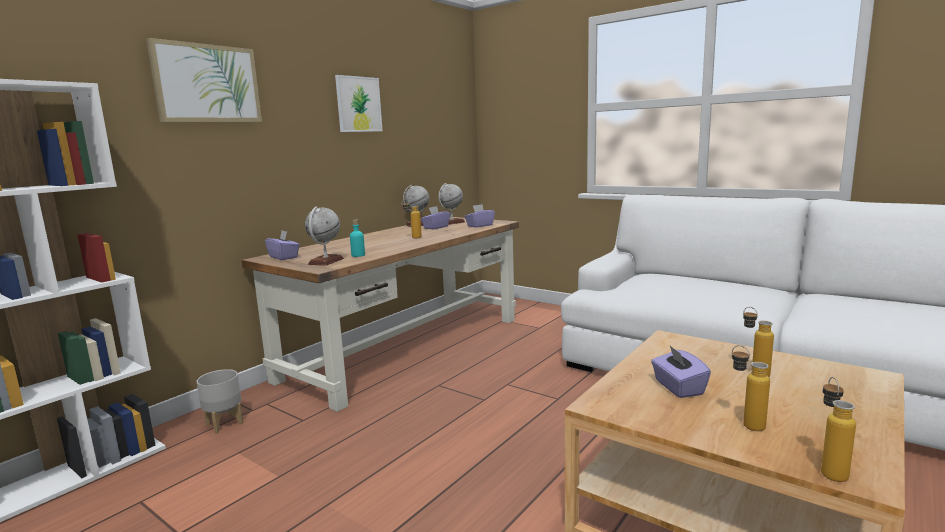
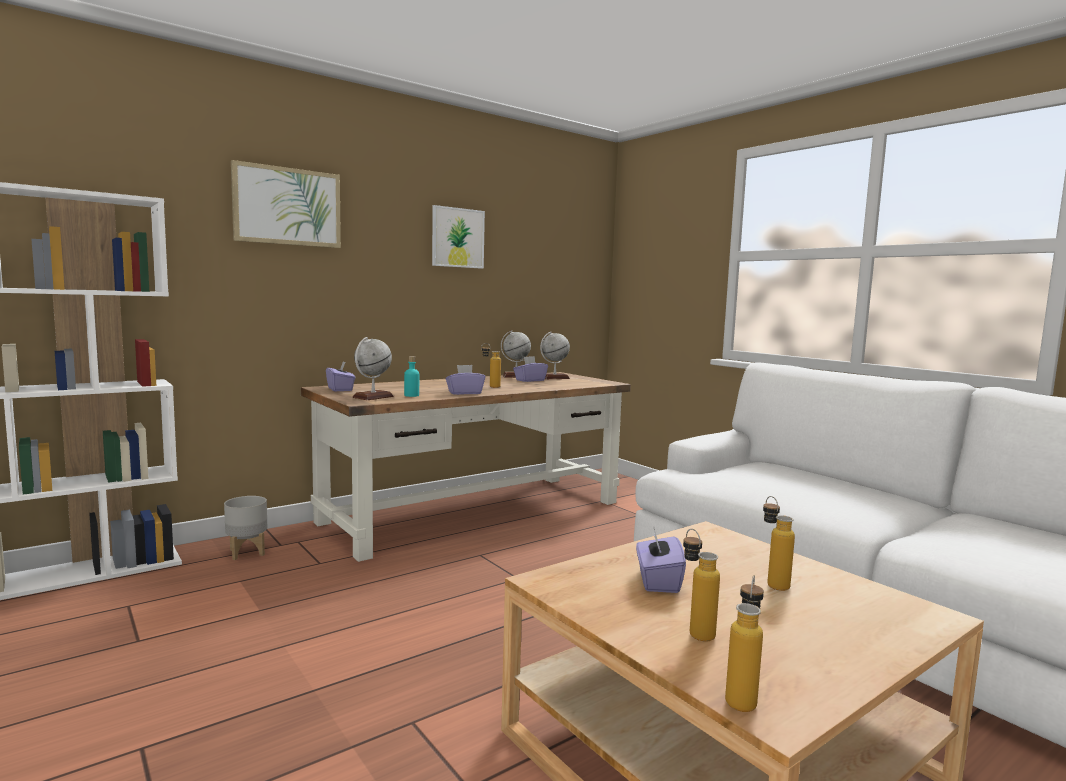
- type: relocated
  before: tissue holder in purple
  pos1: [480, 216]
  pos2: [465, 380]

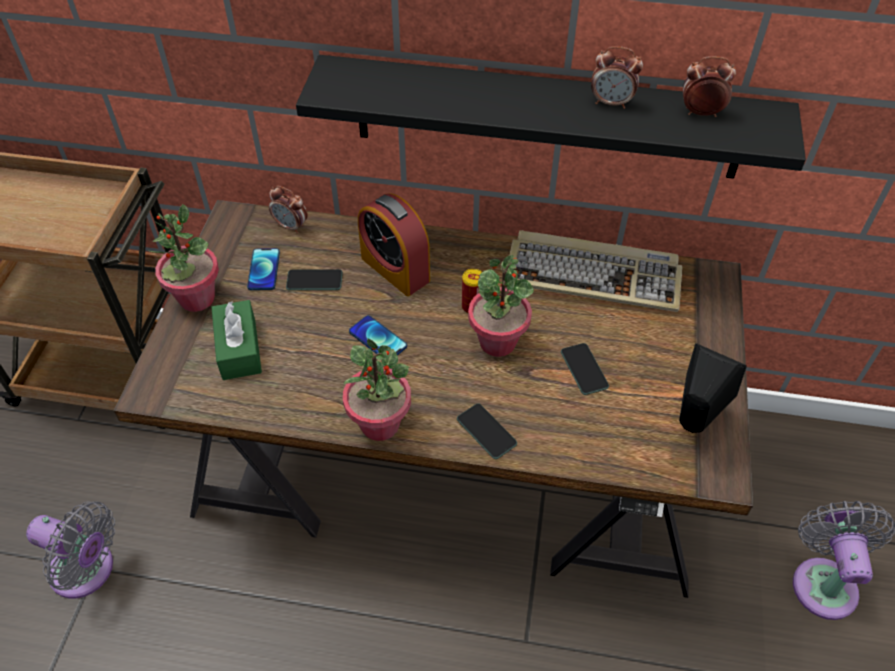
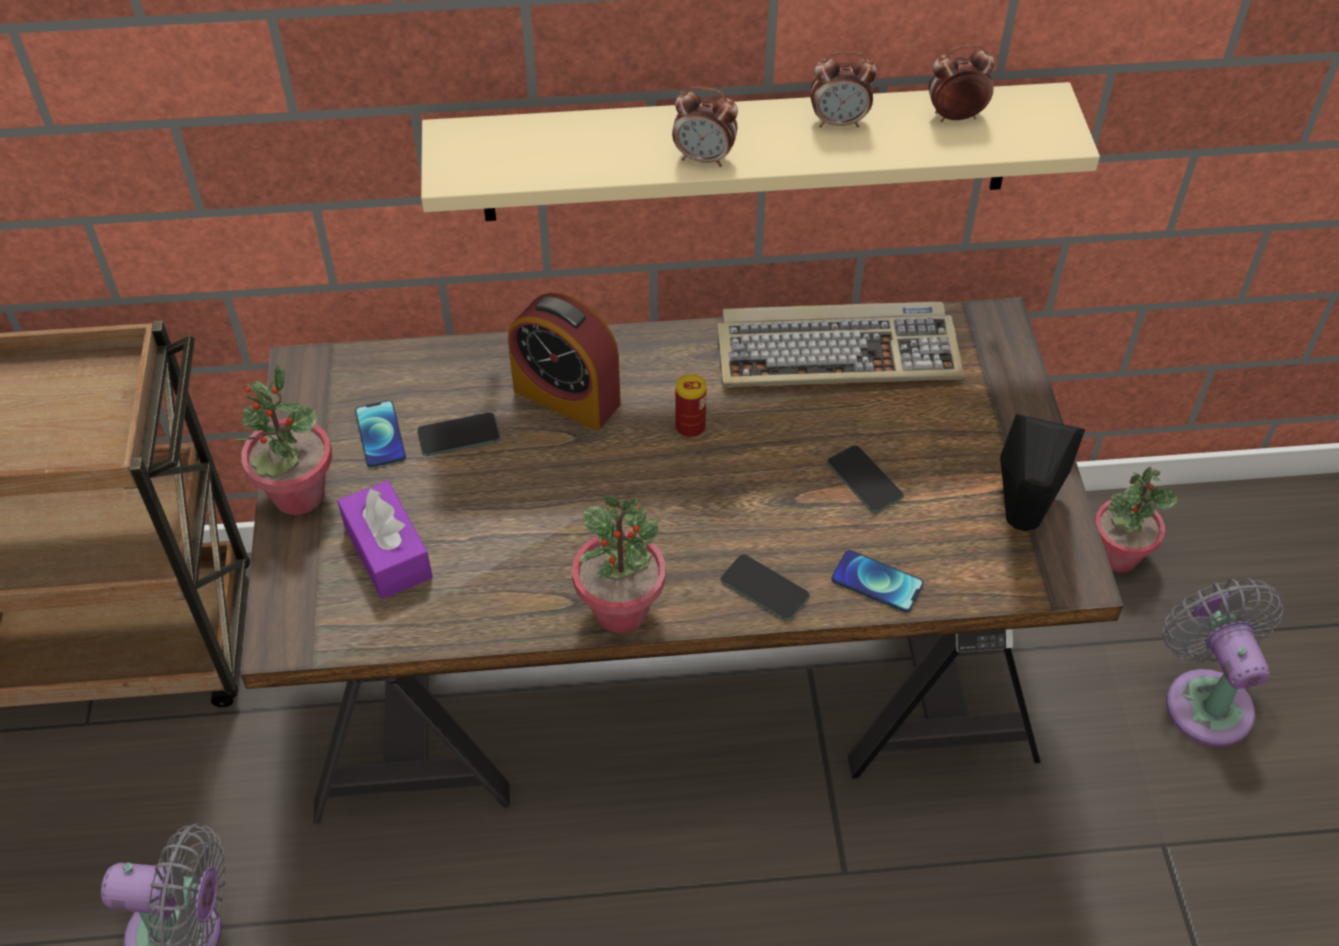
- type: colour
  before: tissue holder in green
  after: tissue holder in purple
  pos1: [237, 340]
  pos2: [385, 539]
- type: relocated
  before: alarm clock
  pos1: [288, 210]
  pos2: [705, 127]
- type: colour
  before: wall shelf in blackish
  after: wall shelf in beige-coloured
  pos1: [551, 117]
  pos2: [760, 151]
- type: relocated
  before: phone
  pos1: [378, 335]
  pos2: [878, 581]
- type: relocated
  before: plant in a pot
  pos1: [501, 306]
  pos2: [1136, 520]

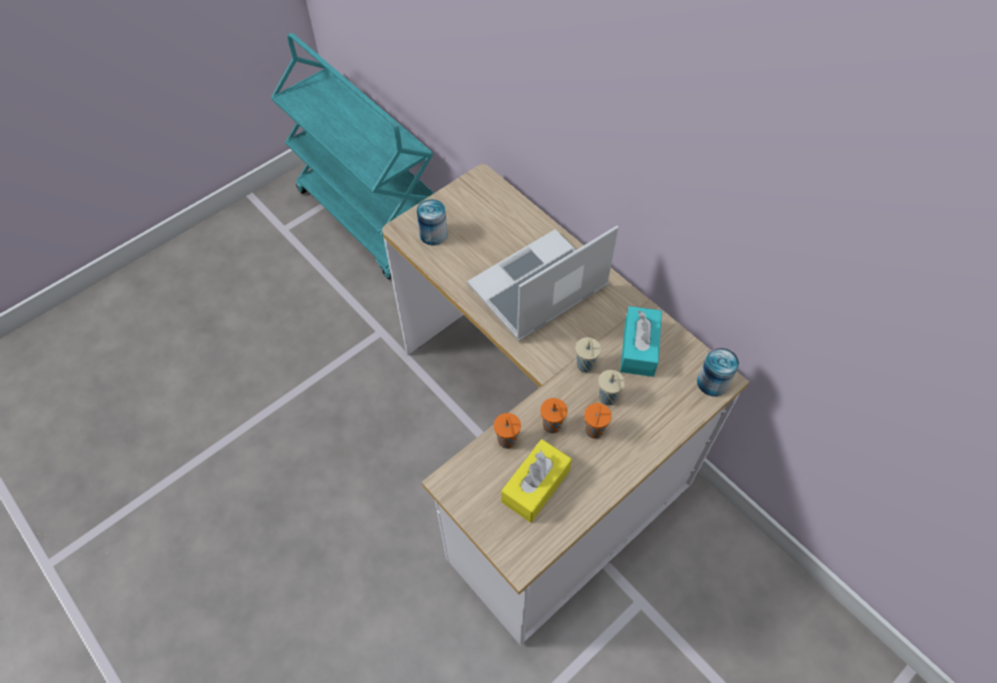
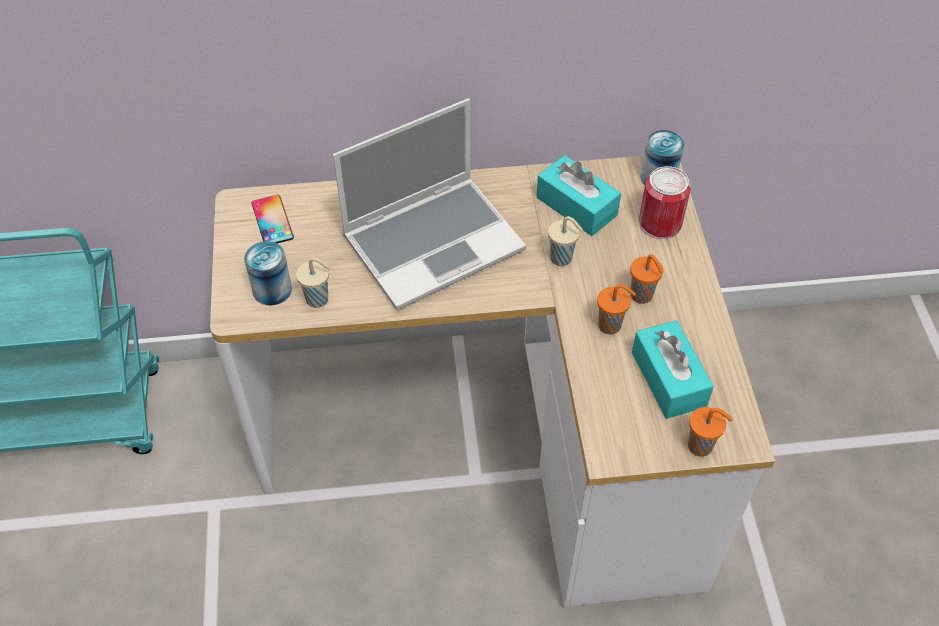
- type: spun
  before: laptop
  pos1: [542, 283]
  pos2: [429, 204]
  turn: -120
- type: relocated
  before: cup in orange-coloured
  pos1: [507, 431]
  pos2: [710, 432]
- type: colour
  before: tissue holder in yellow-coloured
  after: tissue holder in blue-green
  pos1: [536, 481]
  pos2: [673, 369]
- type: relocated
  before: cup in beige-coloured
  pos1: [611, 387]
  pos2: [313, 282]
- type: appeared
  after: phone
  pos2: [273, 219]
- type: appeared
  after: sealed can
  pos2: [665, 202]

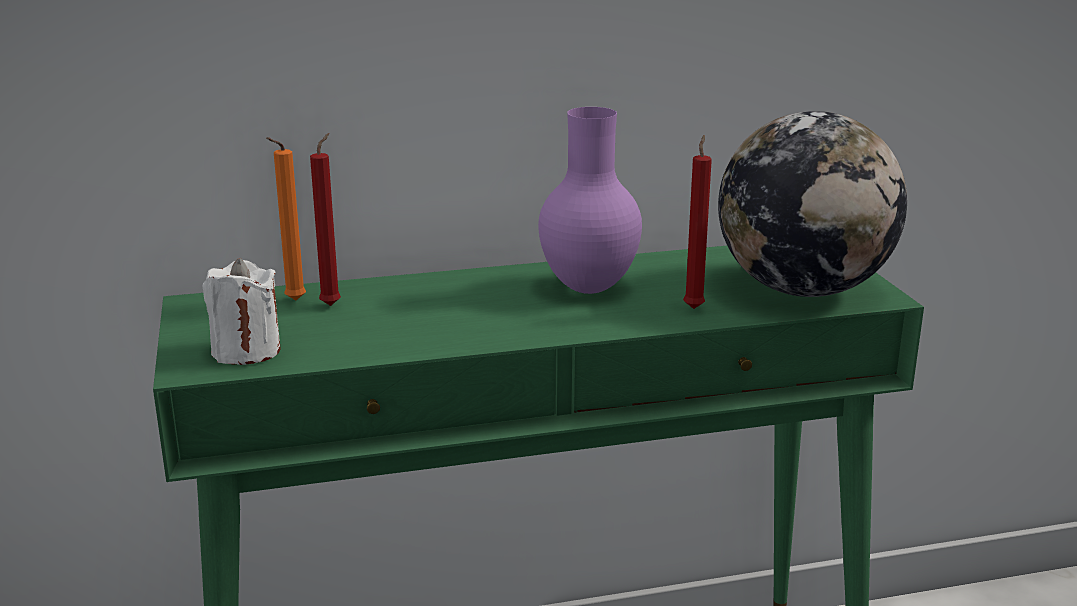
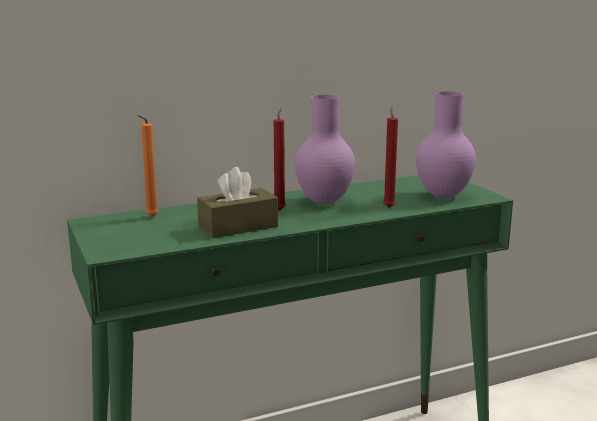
- type: missing
  before: wax candle in white-coloured
  pos1: [242, 311]
- type: relocated
  before: wax candle in red
  pos1: [325, 219]
  pos2: [280, 159]
- type: exchanged
  before: desk globe
  after: flower vase in purple
  pos1: [812, 204]
  pos2: [446, 144]
- type: appeared
  after: tissue holder in brownish
  pos2: [237, 202]

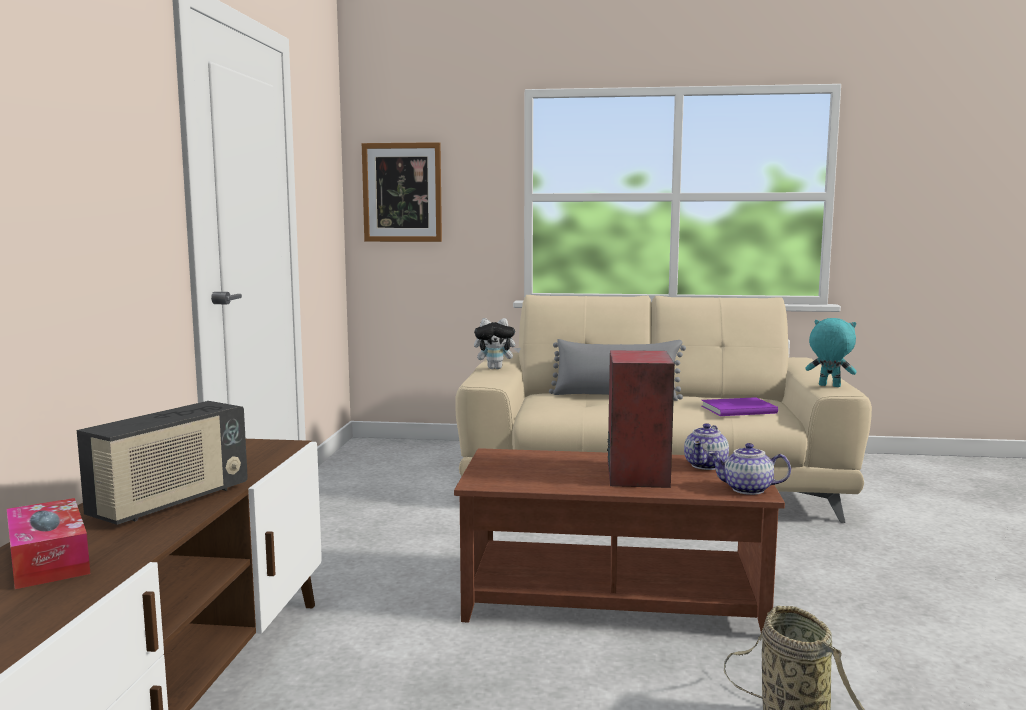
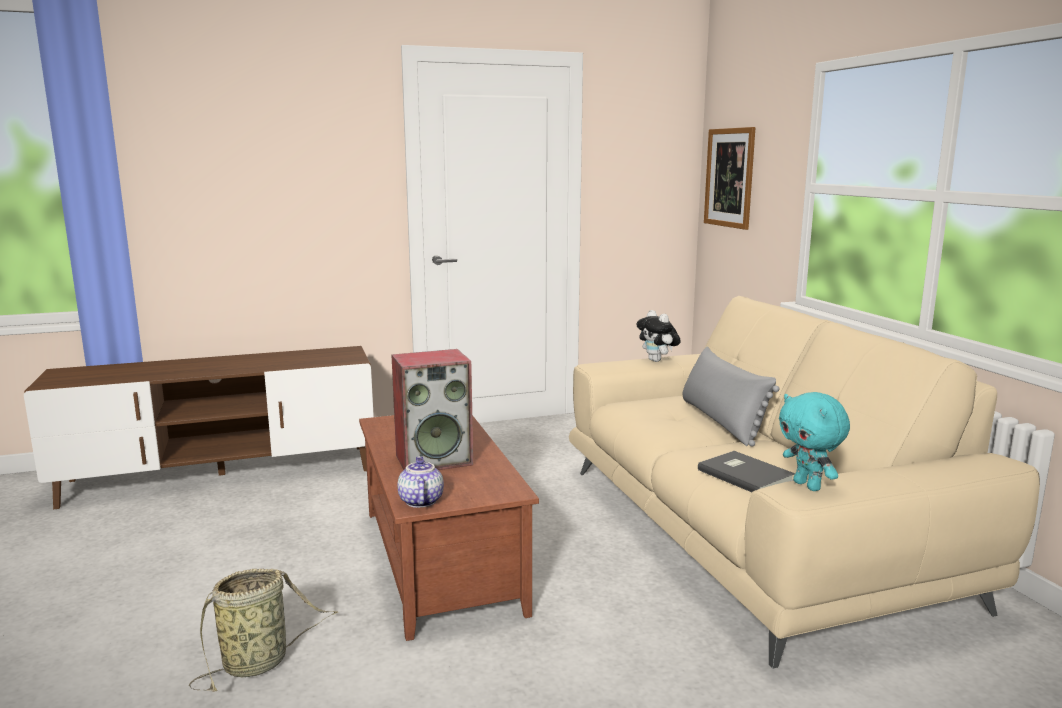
- type: missing
  before: tissue holder
  pos1: [48, 543]
- type: missing
  before: radio set
  pos1: [162, 463]
- type: missing
  before: teapot
  pos1: [706, 446]
- type: colour
  before: bound book in purple
  after: bound book in gray
  pos1: [740, 406]
  pos2: [746, 471]
- type: spun
  before: cuddly toy in blue-green
  pos1: [831, 352]
  pos2: [814, 441]
  turn: 150

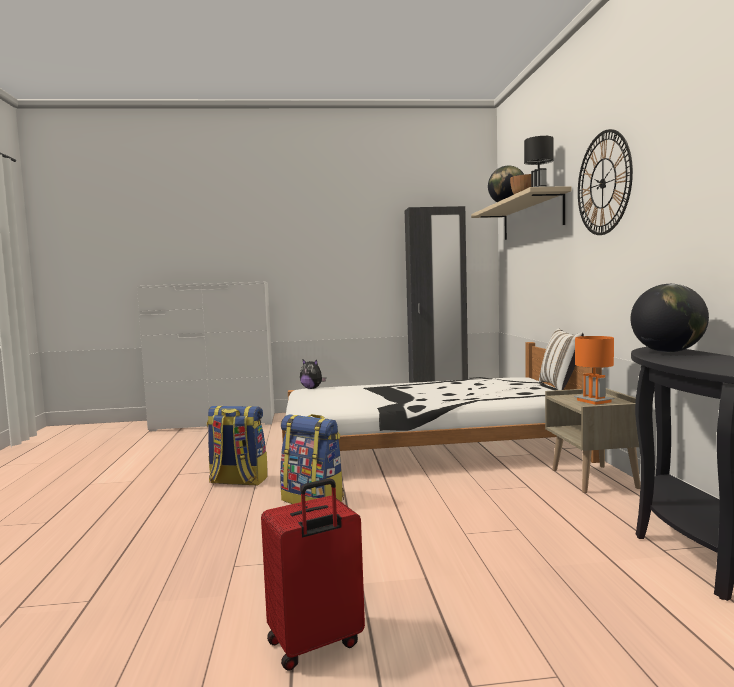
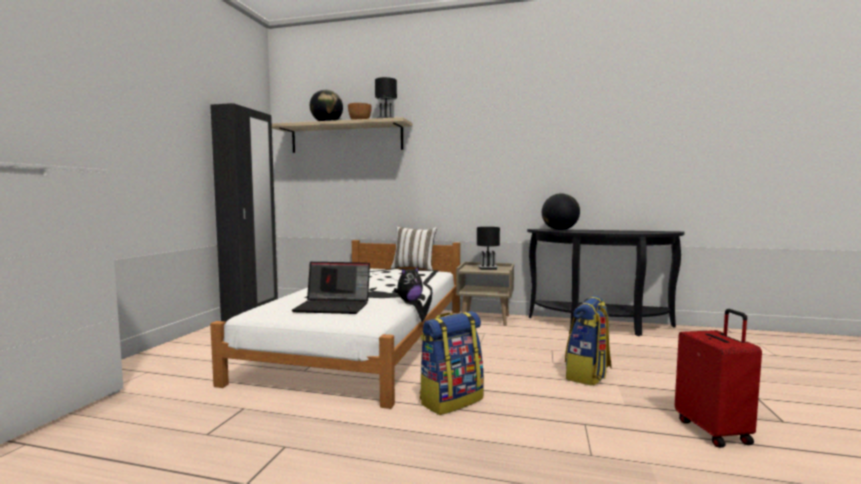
- type: relocated
  before: rucksack
  pos1: [237, 445]
  pos2: [588, 341]
- type: relocated
  before: cuddly toy
  pos1: [313, 374]
  pos2: [408, 284]
- type: colour
  before: lamp for a table in orange-coloured
  after: lamp for a table in blackish
  pos1: [594, 370]
  pos2: [488, 248]
- type: missing
  before: wall clock
  pos1: [605, 182]
- type: appeared
  after: laptop
  pos2: [331, 288]

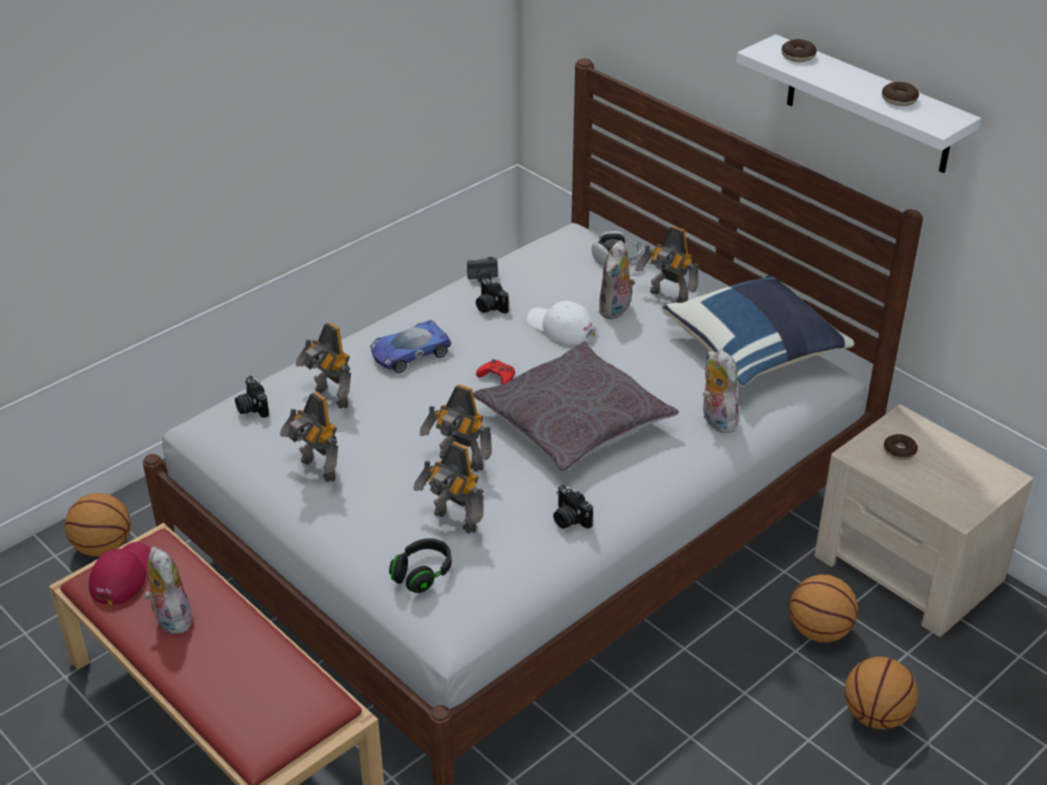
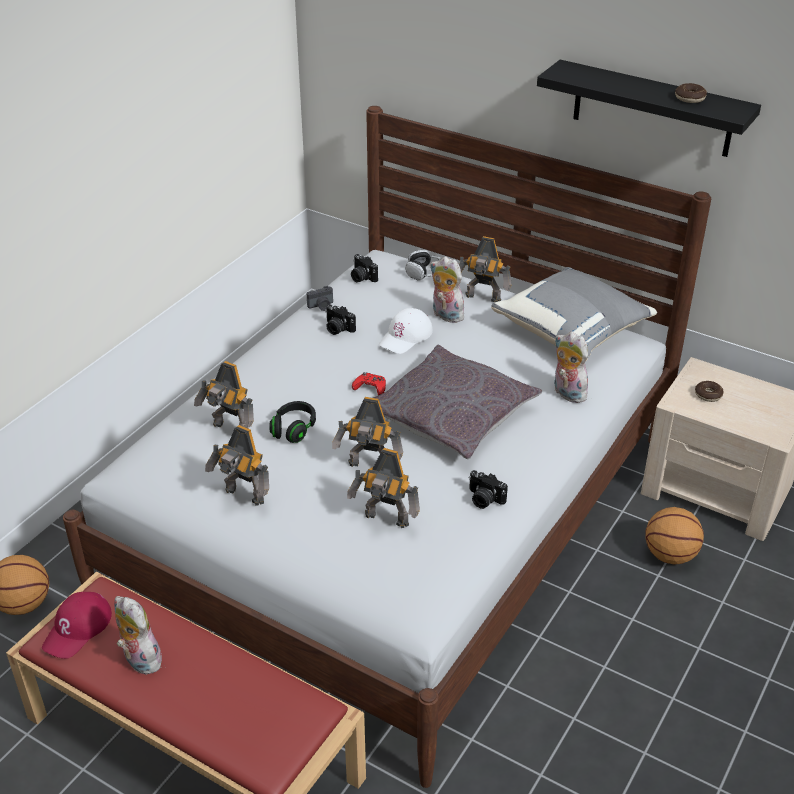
- type: spun
  before: cap in red
  pos1: [120, 573]
  pos2: [77, 625]
  turn: -150
- type: relocated
  before: photo camera
  pos1: [252, 397]
  pos2: [364, 268]
- type: missing
  before: miniature car
  pos1: [410, 346]
- type: relocated
  before: pair of headphones in blackish
  pos1: [420, 565]
  pos2: [292, 422]
- type: spun
  before: cap in white-coloured
  pos1: [561, 322]
  pos2: [406, 331]
  turn: -75
- type: spun
  before: cuddly toy
  pos1: [616, 279]
  pos2: [448, 290]
  turn: 120
- type: colour
  before: pillow in blue-coloured
  after: pillow in gray
  pos1: [758, 331]
  pos2: [574, 314]
- type: colour
  before: wall shelf in white-coloured
  after: wall shelf in blackish
  pos1: [858, 103]
  pos2: [649, 108]
- type: missing
  before: doughnut
  pos1: [799, 50]
- type: missing
  before: ball for basketball
  pos1: [881, 693]

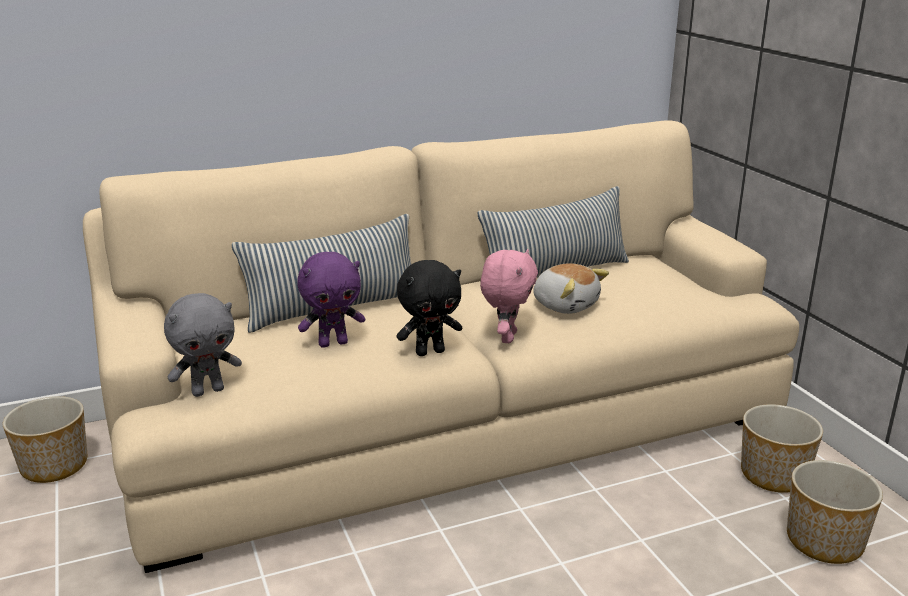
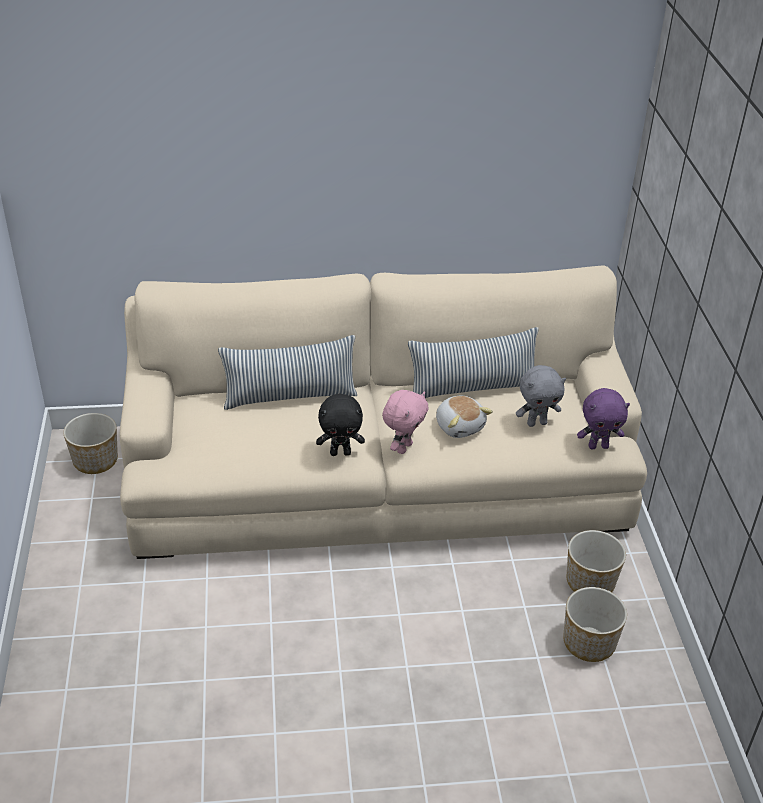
- type: relocated
  before: cuddly toy in gray
  pos1: [203, 345]
  pos2: [541, 396]
- type: relocated
  before: cuddly toy in purple
  pos1: [331, 300]
  pos2: [603, 418]

